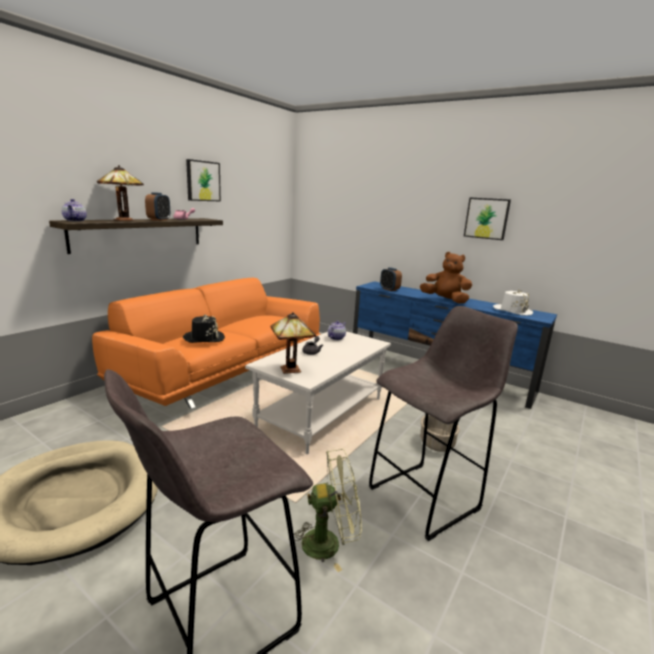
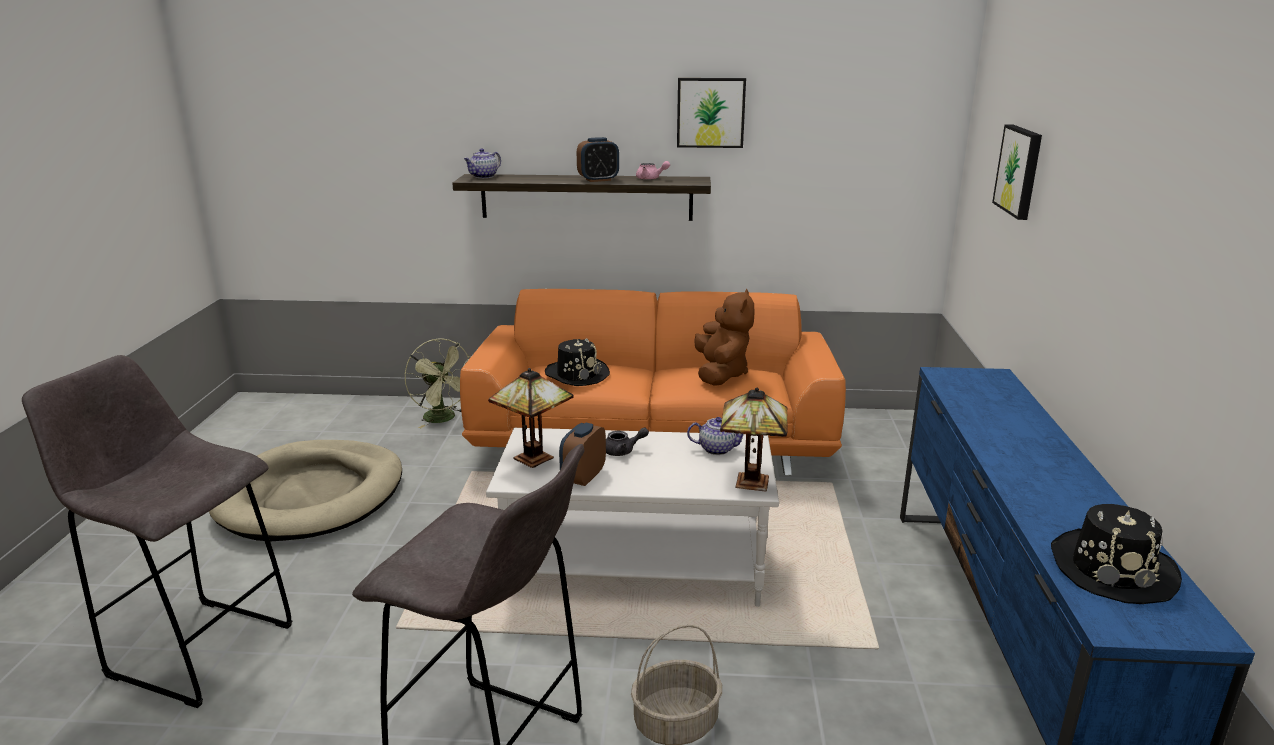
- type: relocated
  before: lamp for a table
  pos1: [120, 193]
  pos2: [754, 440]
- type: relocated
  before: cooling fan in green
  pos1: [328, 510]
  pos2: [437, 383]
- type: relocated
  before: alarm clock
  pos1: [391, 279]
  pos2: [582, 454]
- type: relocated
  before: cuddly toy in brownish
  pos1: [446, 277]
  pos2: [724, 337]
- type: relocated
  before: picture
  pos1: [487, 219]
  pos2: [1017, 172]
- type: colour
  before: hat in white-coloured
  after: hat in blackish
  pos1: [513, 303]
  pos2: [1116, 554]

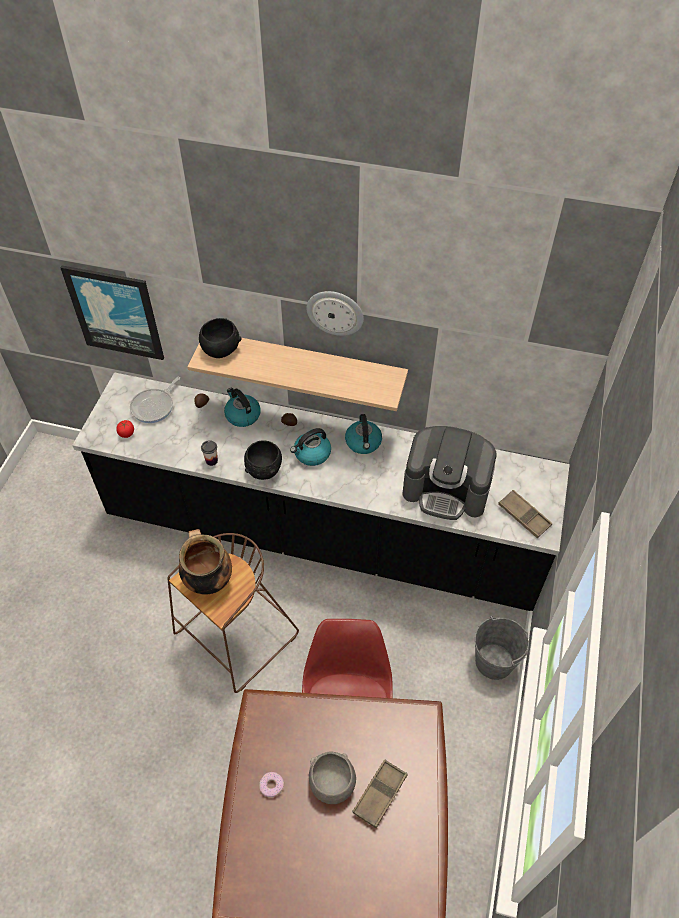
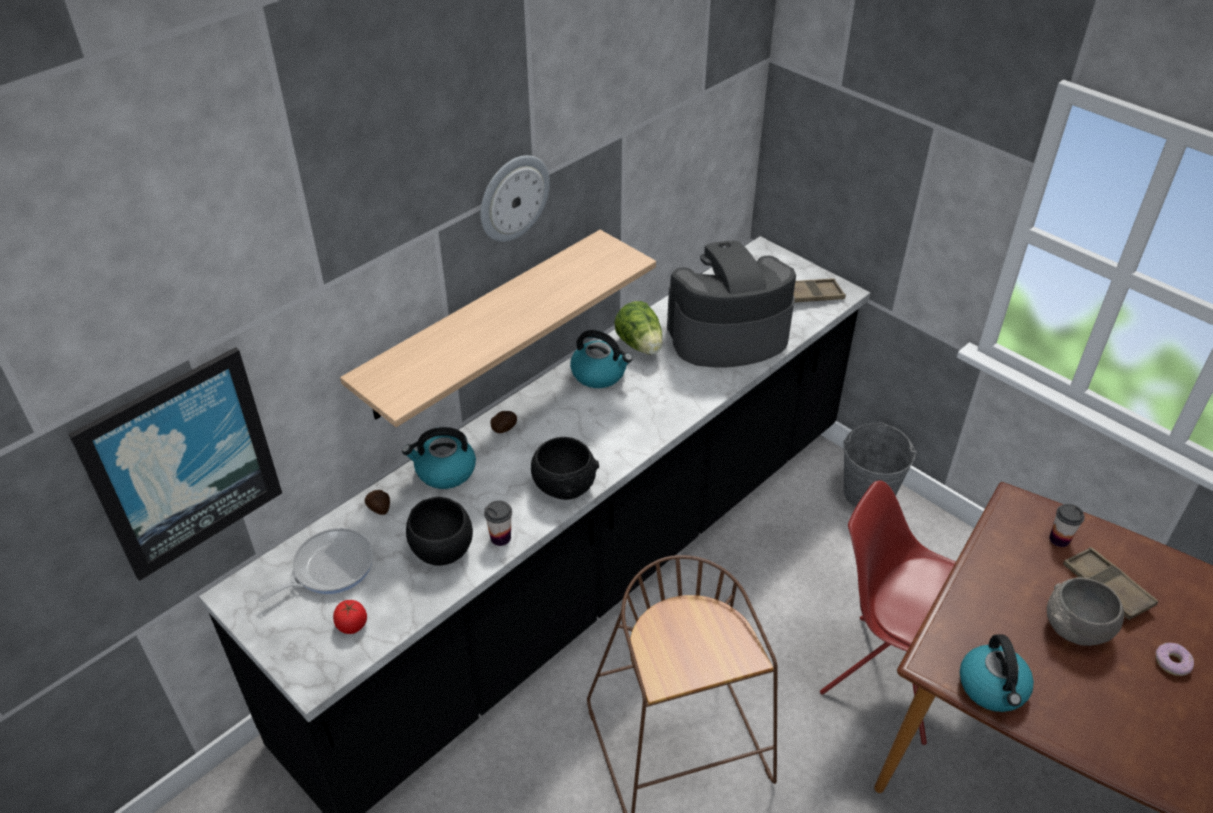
- type: spun
  before: frying pan
  pos1: [155, 400]
  pos2: [316, 565]
  turn: -105
- type: missing
  before: cooking pot
  pos1: [205, 562]
- type: relocated
  before: deep dish in blackish
  pos1: [220, 338]
  pos2: [439, 531]
- type: relocated
  before: doughnut
  pos1: [271, 784]
  pos2: [1175, 659]
- type: relocated
  before: tea kettle
  pos1: [310, 447]
  pos2: [997, 673]
- type: spun
  before: coffee machine
  pos1: [450, 473]
  pos2: [731, 304]
  turn: -150
- type: appeared
  after: lettuce
  pos2: [638, 328]
- type: appeared
  after: cup
  pos2: [1067, 525]

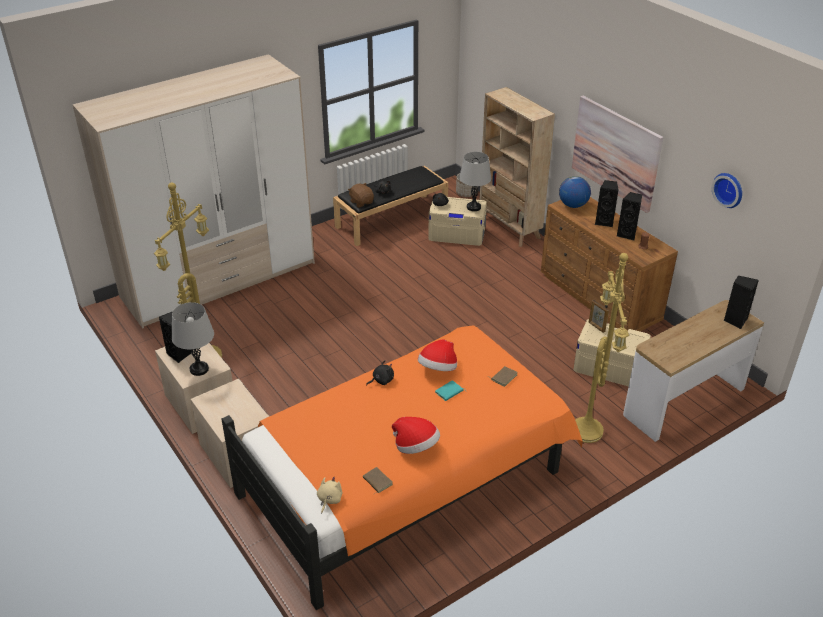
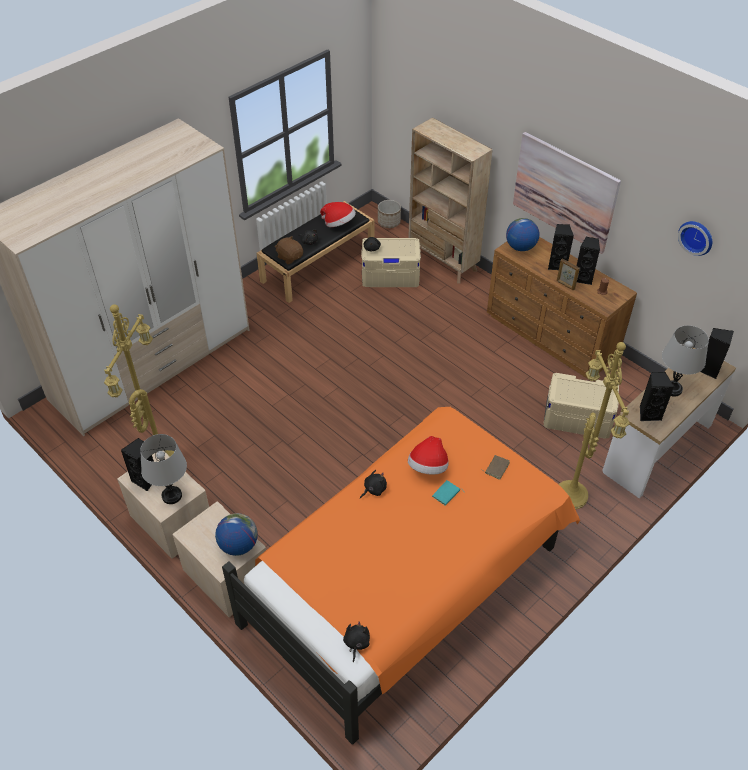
- type: colour
  before: cuddly toy in beige-coloured
  after: cuddly toy in blackish
  pos1: [330, 495]
  pos2: [356, 641]
- type: missing
  before: bound book in brownish
  pos1: [378, 480]
- type: relocated
  before: hat
  pos1: [416, 435]
  pos2: [338, 214]
- type: relocated
  before: lamp for a table in gray
  pos1: [475, 181]
  pos2: [685, 361]
- type: relocated
  before: picture frame
  pos1: [599, 316]
  pos2: [568, 274]
- type: appeared
  after: desk globe
  pos2: [236, 534]
- type: appeared
  after: speaker in blackish
  pos2: [657, 396]

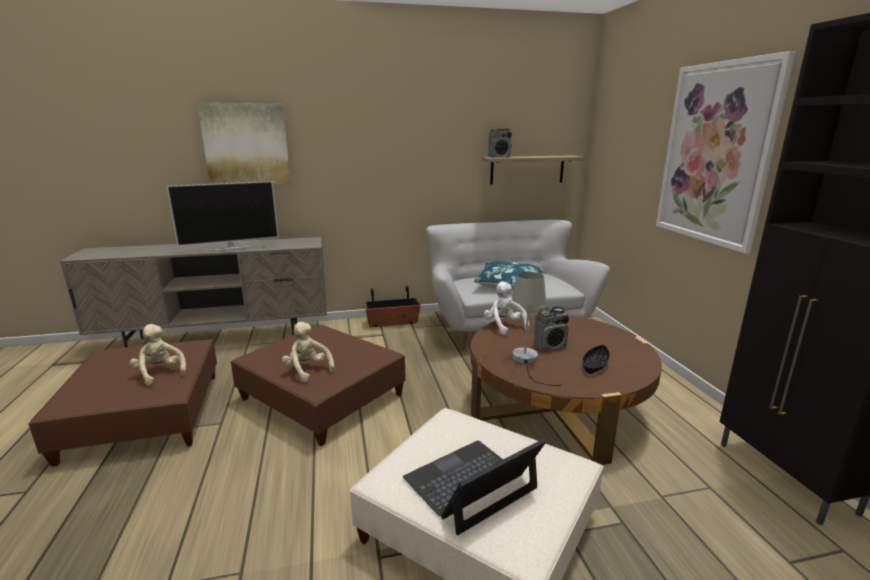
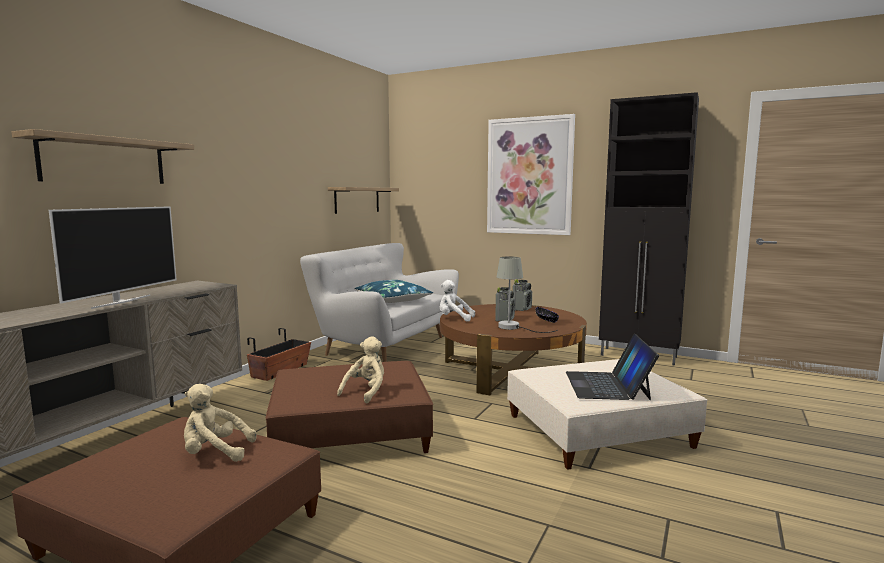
- type: exchanged
  before: picture
  after: wall shelf
  pos1: [244, 143]
  pos2: [103, 156]
- type: spun
  before: cuddly toy in beige-coloured
  pos1: [308, 352]
  pos2: [360, 369]
  turn: 120
- type: relocated
  before: radio set
  pos1: [500, 142]
  pos2: [522, 295]

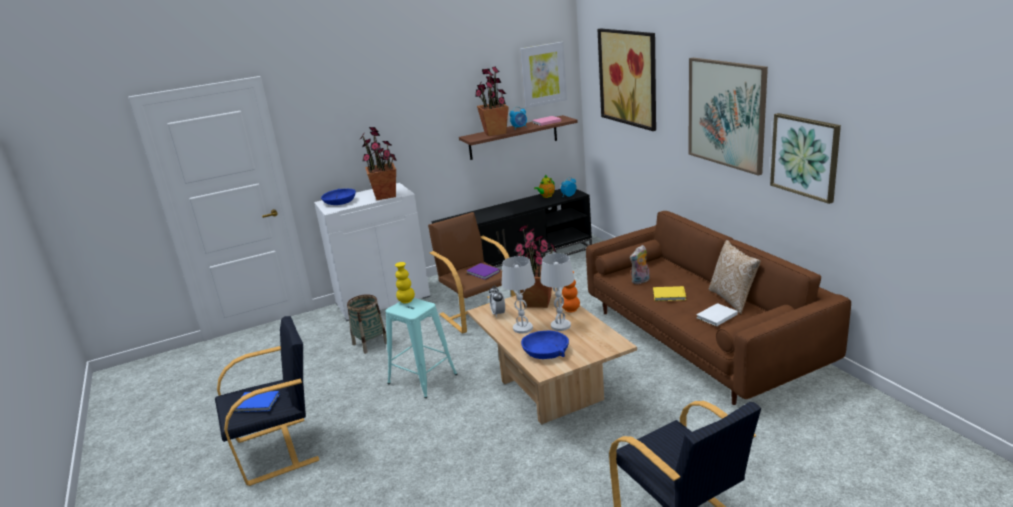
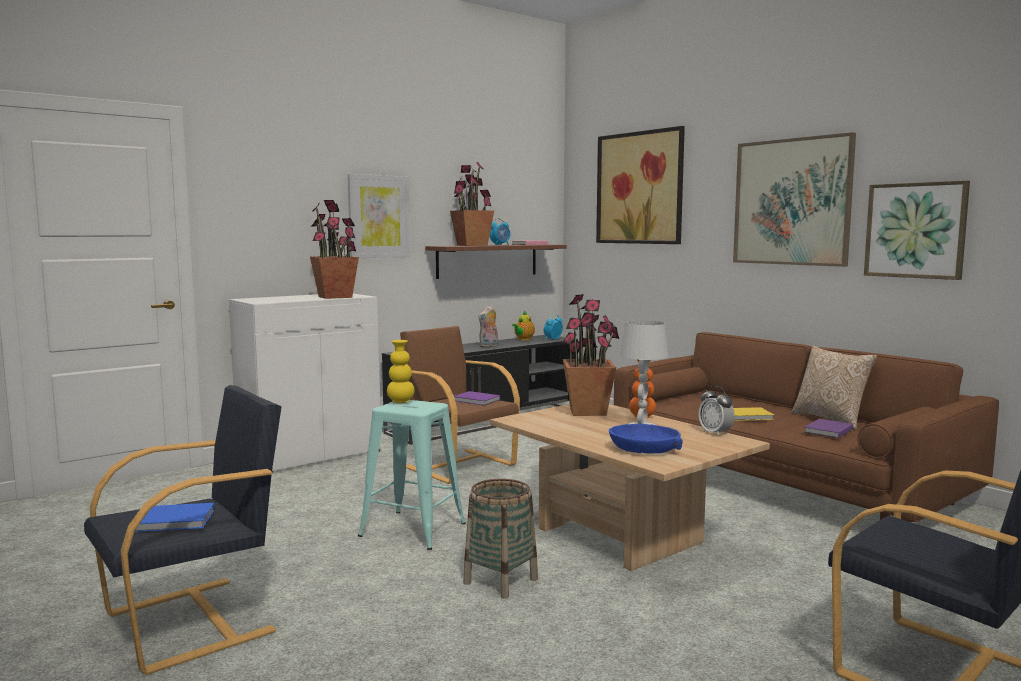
- type: missing
  before: deep dish in blue-coloured
  pos1: [338, 197]
- type: relocated
  before: basket
  pos1: [367, 324]
  pos2: [500, 539]
- type: relocated
  before: alarm clock
  pos1: [497, 301]
  pos2: [716, 411]
- type: missing
  before: lamp for a table in white-coloured
  pos1: [518, 295]
- type: relocated
  before: picture
  pos1: [543, 75]
  pos2: [379, 216]
- type: relocated
  before: cuddly toy
  pos1: [640, 264]
  pos2: [488, 326]
- type: colour
  before: bound book in white-coloured
  after: bound book in purple
  pos1: [717, 315]
  pos2: [828, 428]

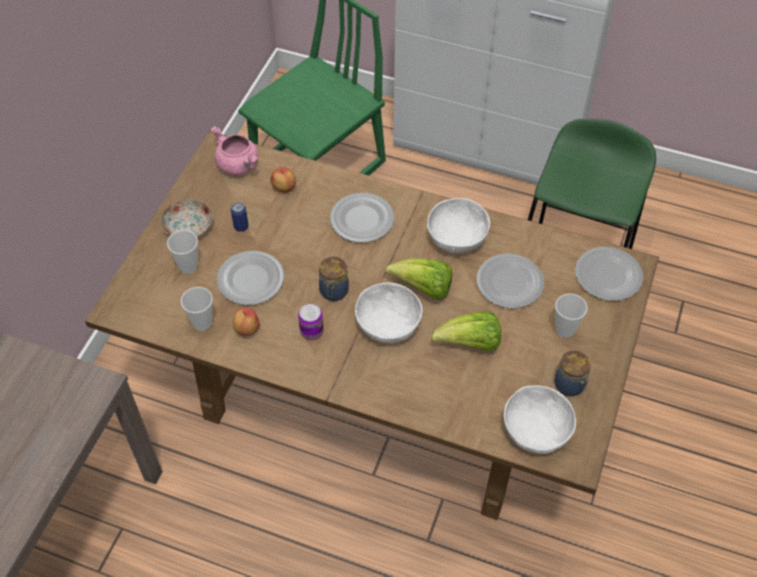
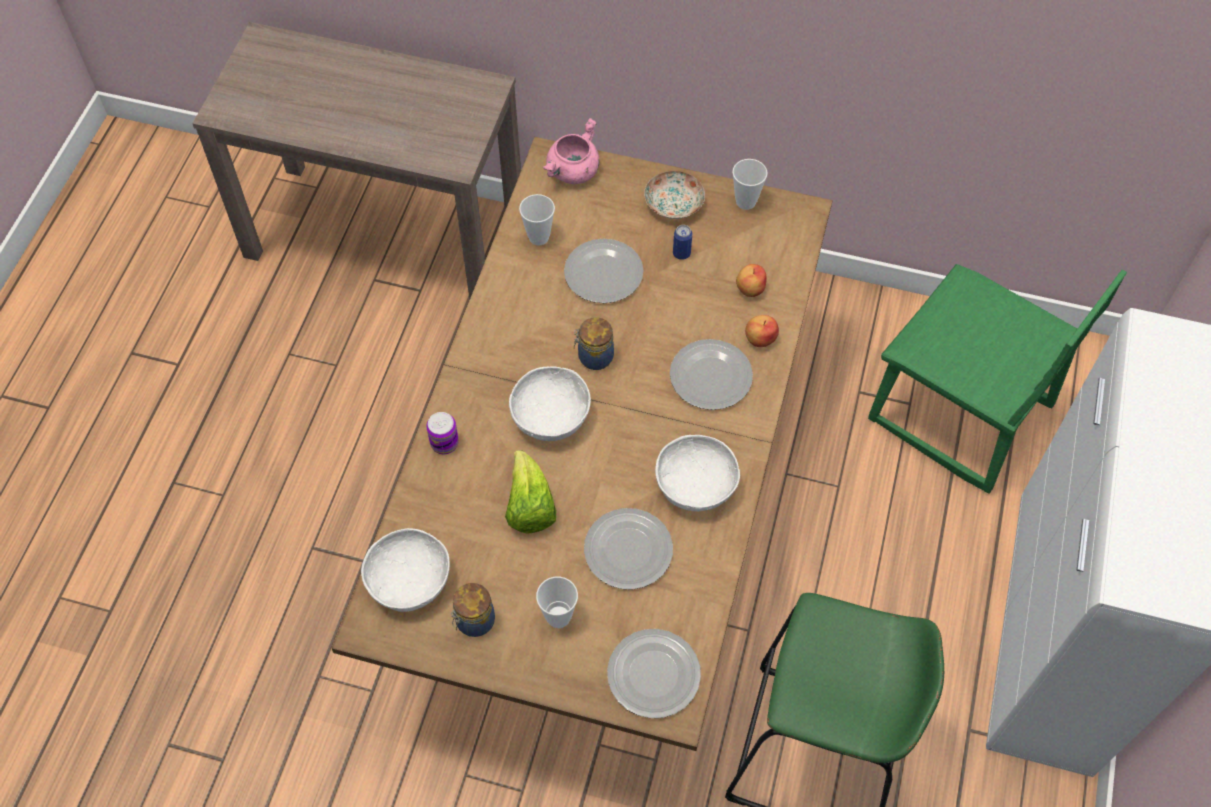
- type: relocated
  before: cup
  pos1: [182, 252]
  pos2: [750, 184]
- type: relocated
  before: cooking pot in pinkish
  pos1: [234, 150]
  pos2: [571, 151]
- type: relocated
  before: apple
  pos1: [246, 321]
  pos2: [762, 331]
- type: relocated
  before: sealed can
  pos1: [311, 322]
  pos2: [442, 433]
- type: missing
  before: lettuce
  pos1: [418, 279]

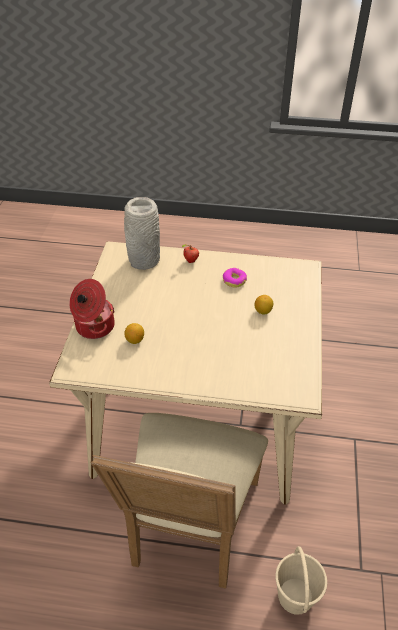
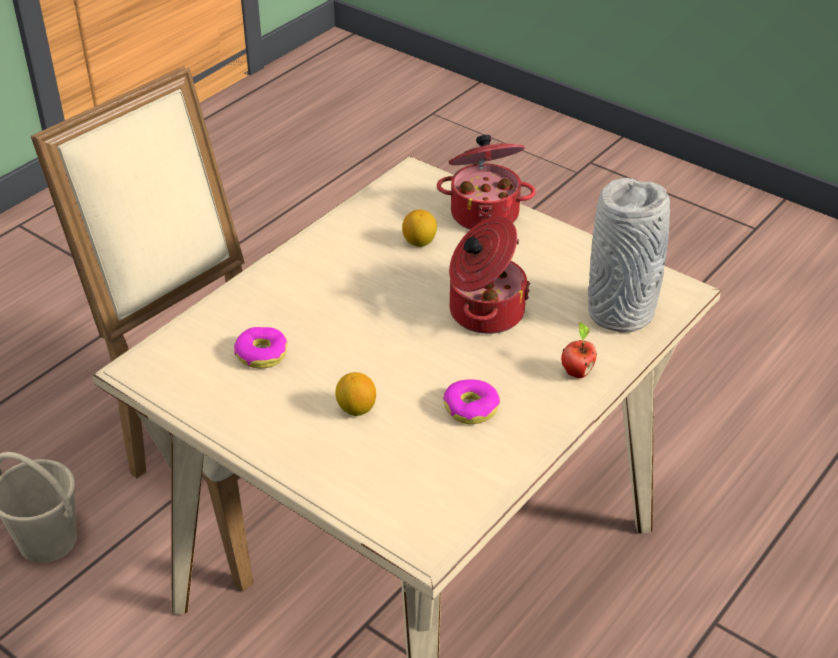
- type: appeared
  after: doughnut
  pos2: [260, 347]
- type: appeared
  after: cooking pot
  pos2: [489, 275]

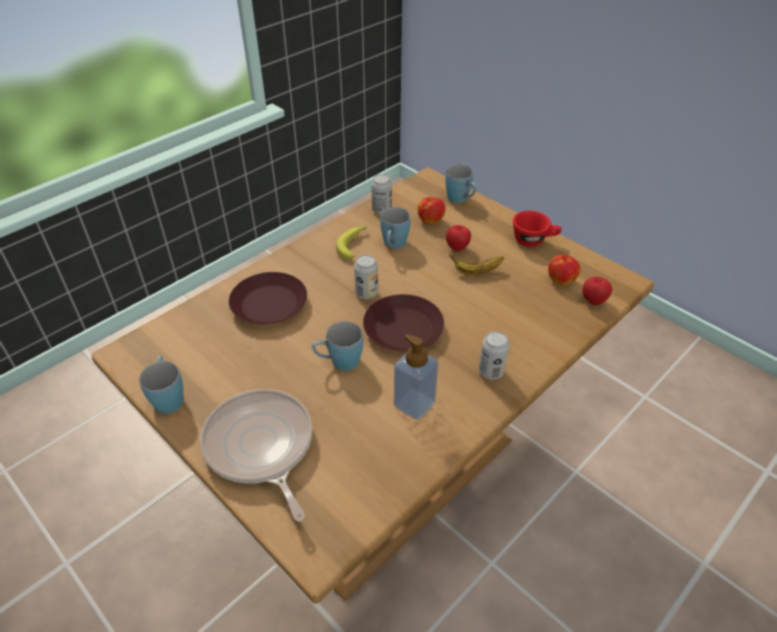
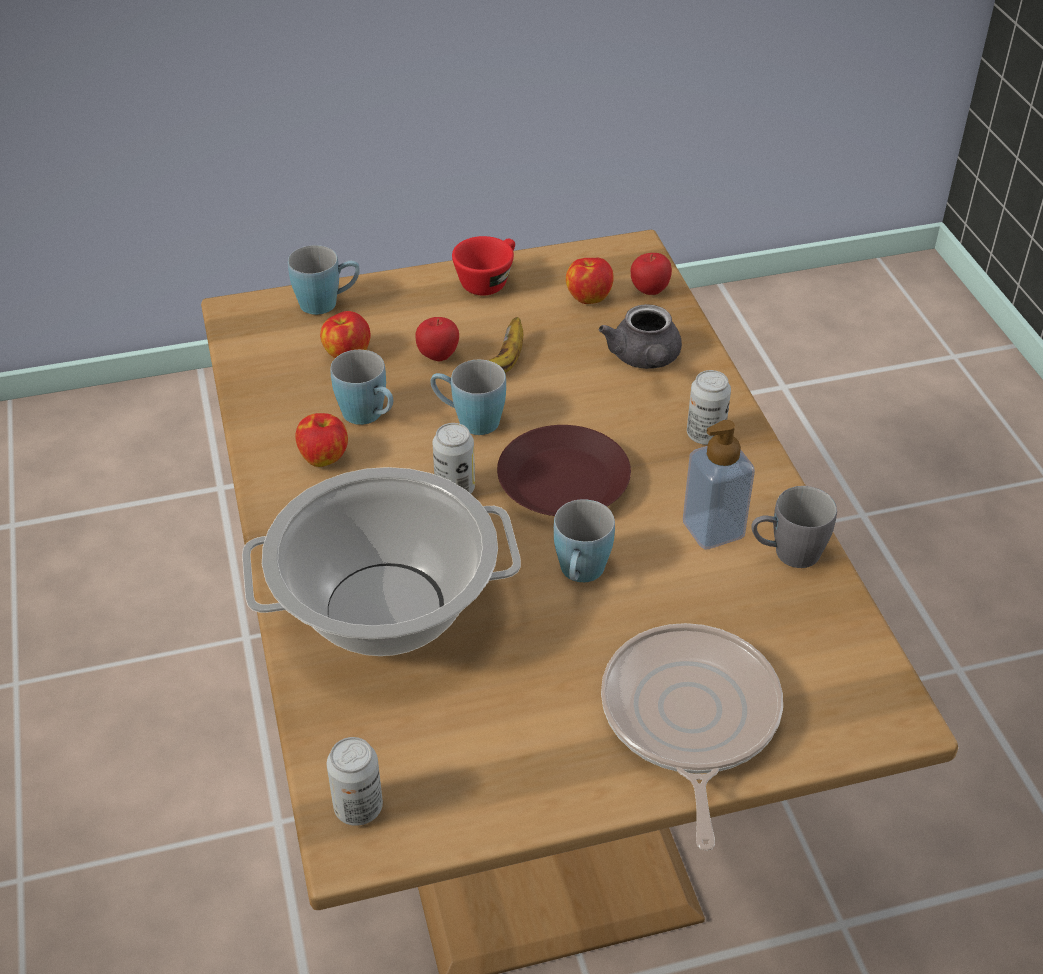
- type: relocated
  before: coffee mug in blue-coloured
  pos1: [161, 384]
  pos2: [468, 397]
- type: spun
  before: frying pan
  pos1: [256, 455]
  pos2: [692, 737]
  turn: 90
- type: exchanged
  before: plate in brownish
  after: cooking pot
  pos1: [268, 298]
  pos2: [381, 561]
- type: exchanged
  before: banana fruit
  after: apple
  pos1: [351, 242]
  pos2: [322, 440]
- type: relocated
  before: sealed can
  pos1: [381, 194]
  pos2: [355, 781]
- type: appeared
  after: teapot in gray
  pos2: [640, 336]
- type: appeared
  after: coffee mug in gray
  pos2: [794, 527]

